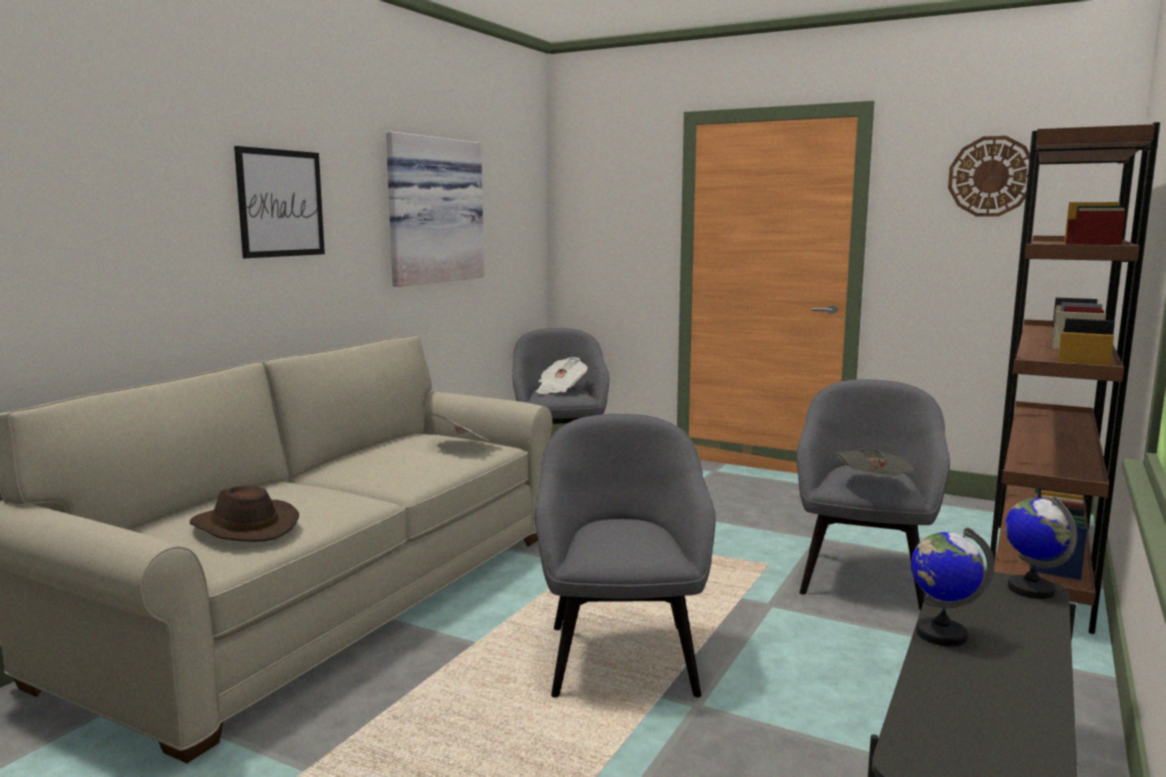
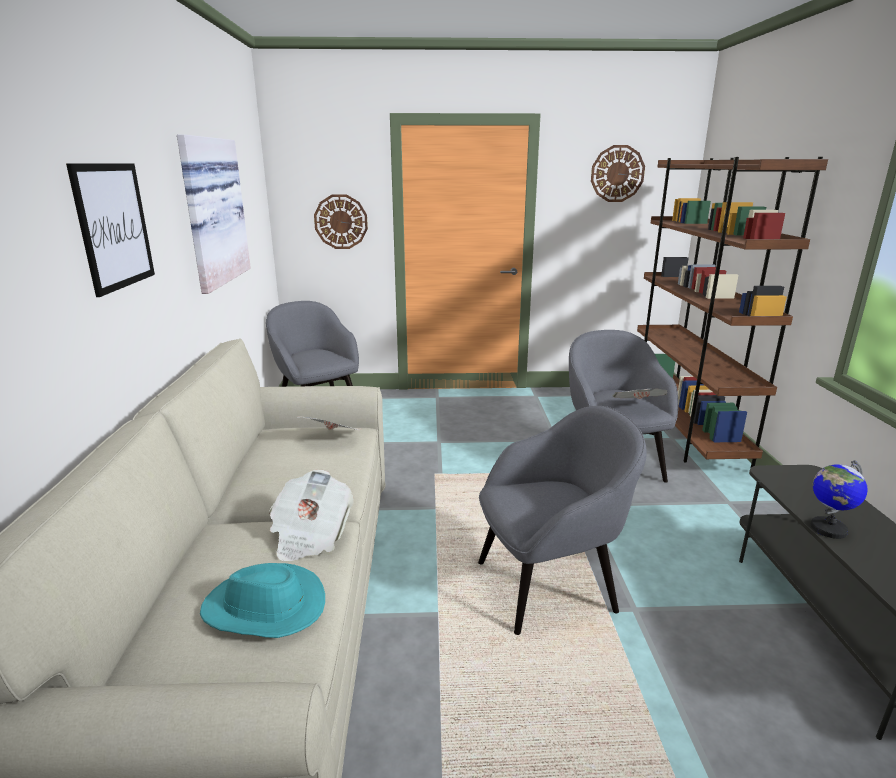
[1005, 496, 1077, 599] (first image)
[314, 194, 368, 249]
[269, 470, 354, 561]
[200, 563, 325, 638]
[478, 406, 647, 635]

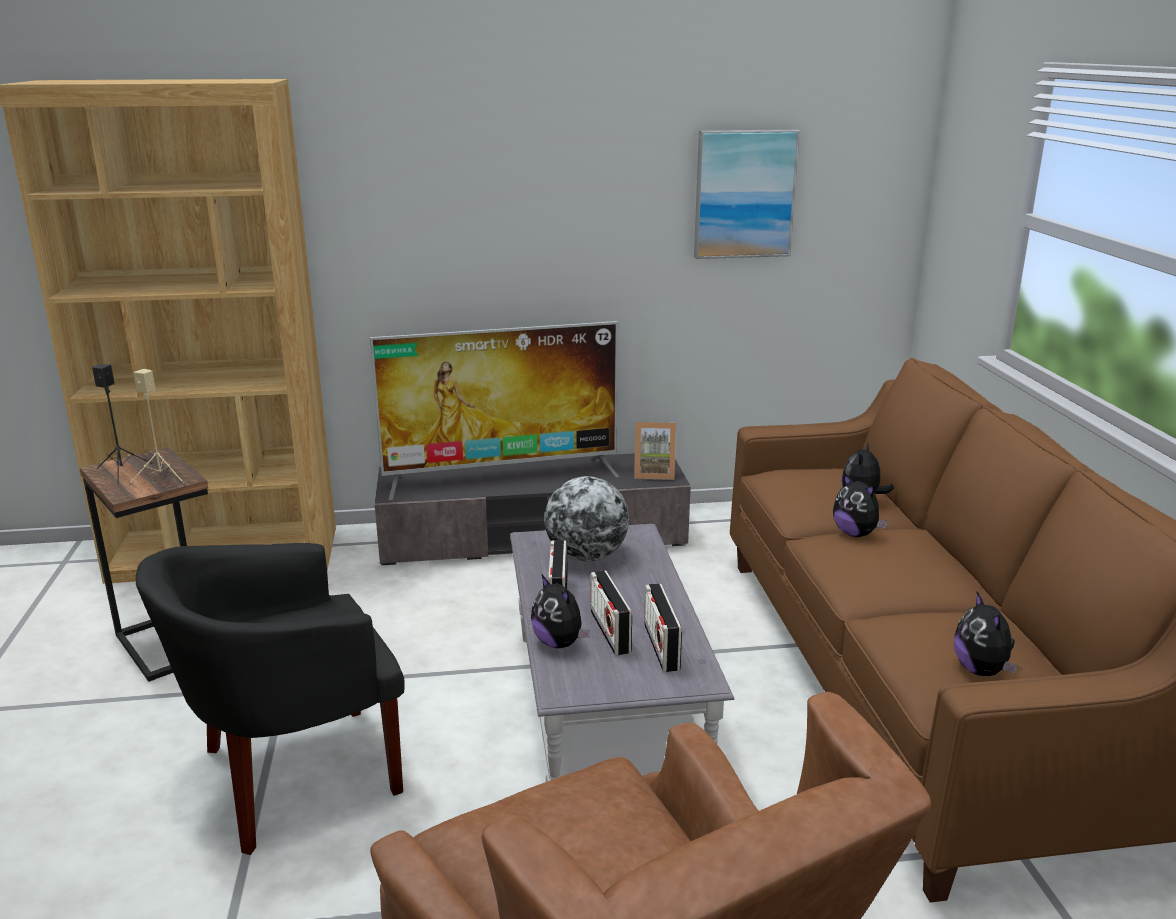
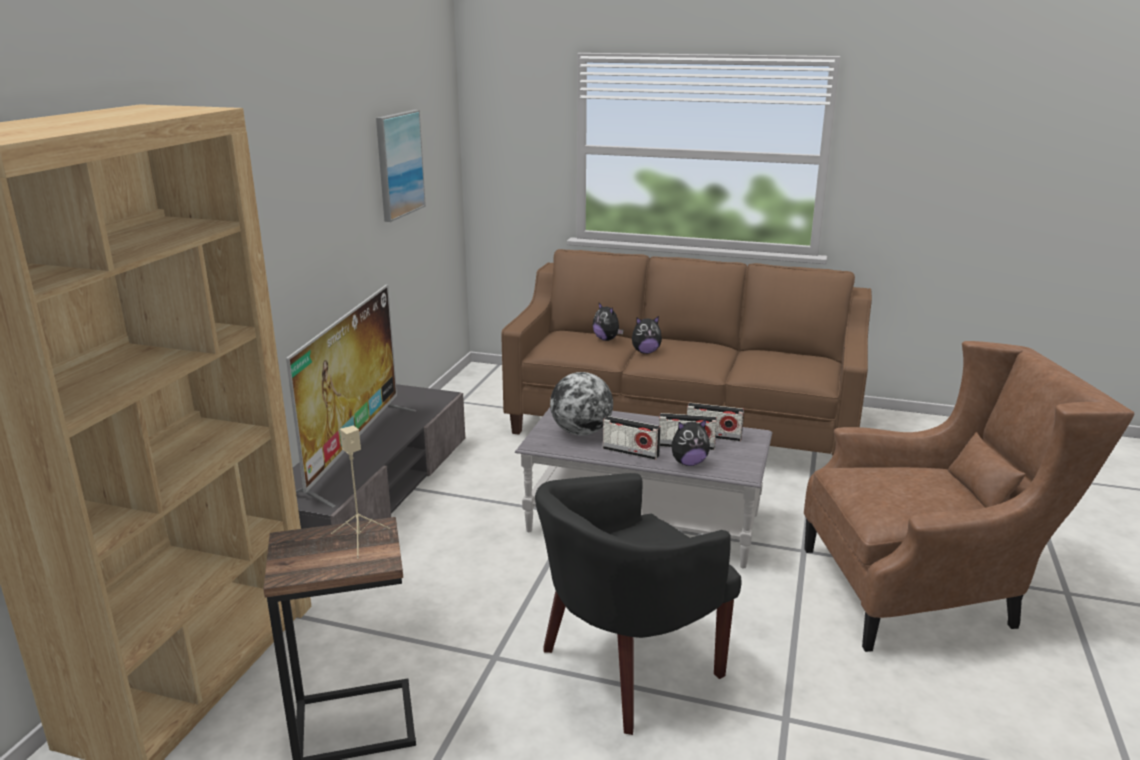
[92, 364, 153, 484] (first image)
[634, 422, 676, 480] (first image)
[954, 592, 1018, 676] (first image)
[535, 473, 741, 735]

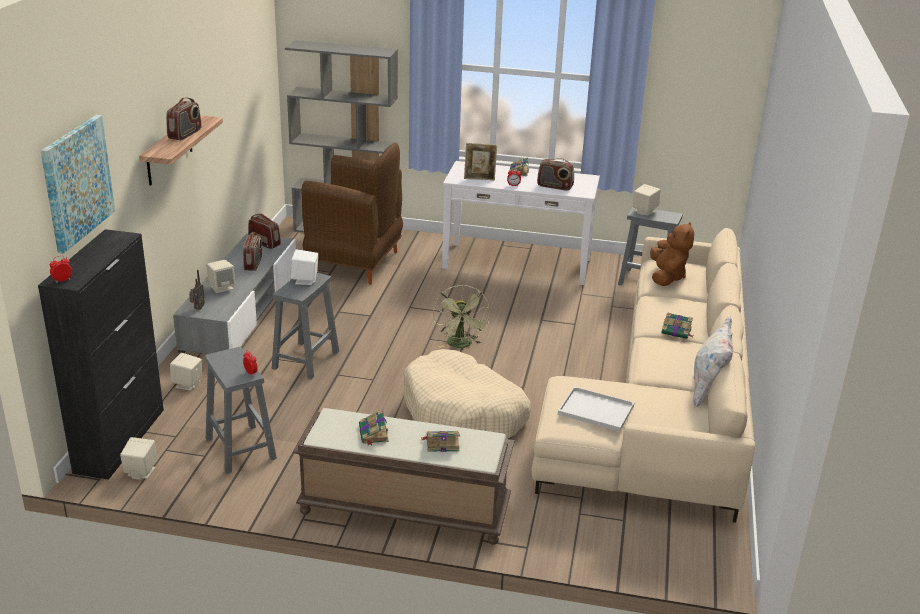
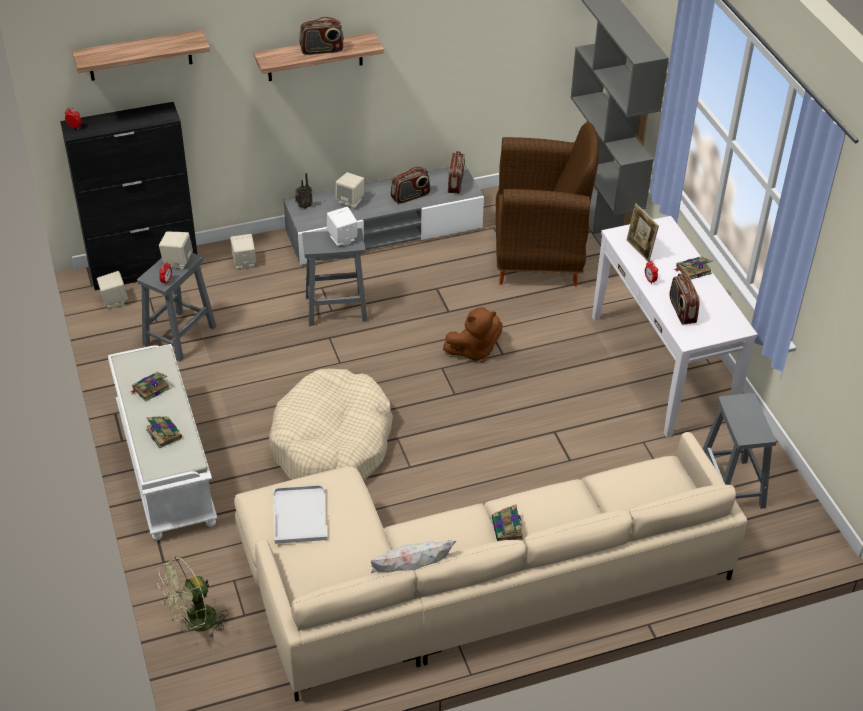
[157, 556, 228, 637]
[159, 231, 193, 269]
[443, 307, 503, 363]
[72, 30, 210, 81]
[108, 344, 217, 540]
[496, 122, 599, 286]

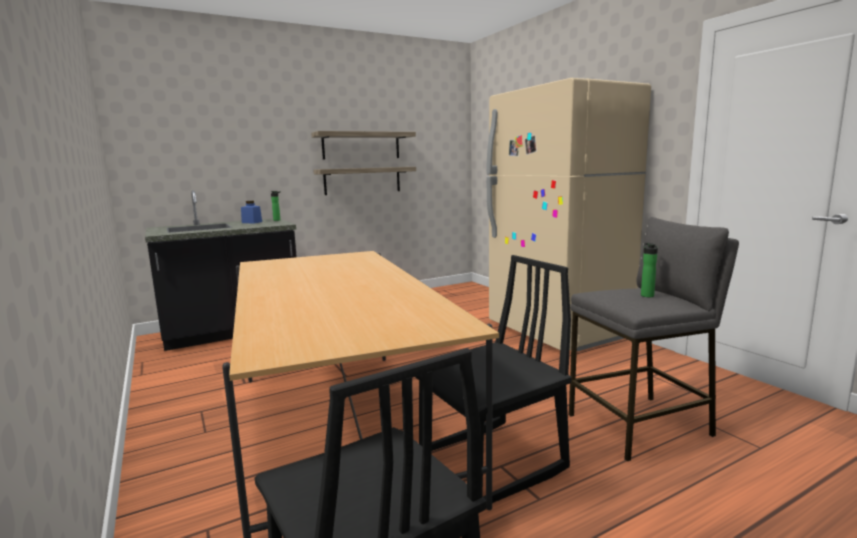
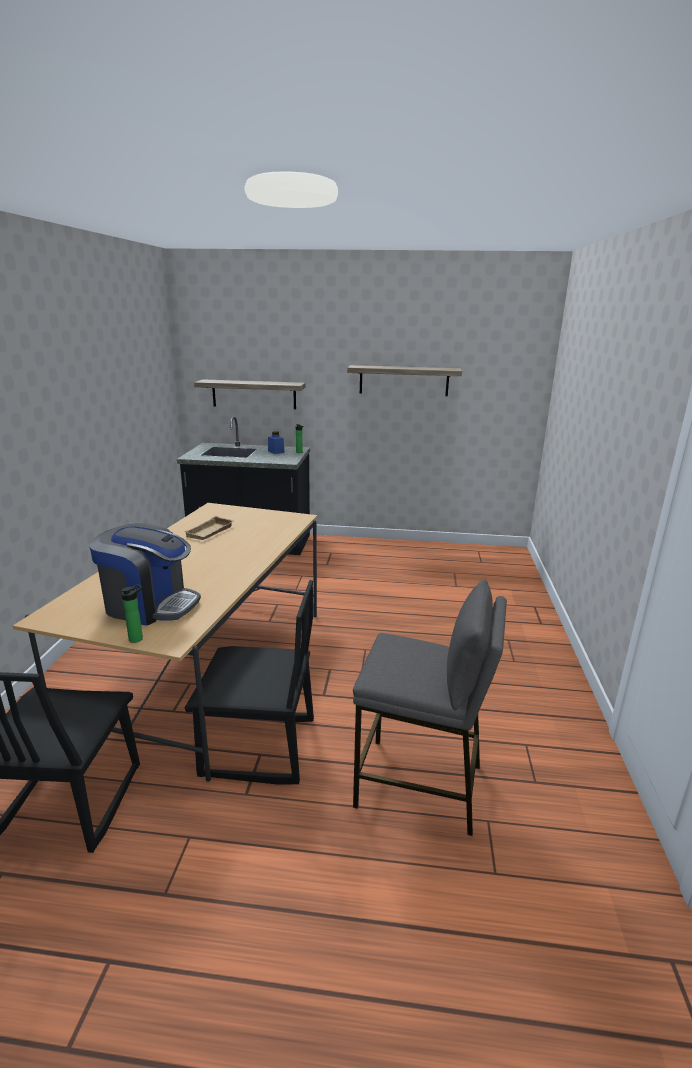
[486, 78, 651, 351] (first image)
[90, 523, 201, 626]
[184, 516, 234, 540]
[194, 379, 306, 409]
[121, 584, 143, 643]

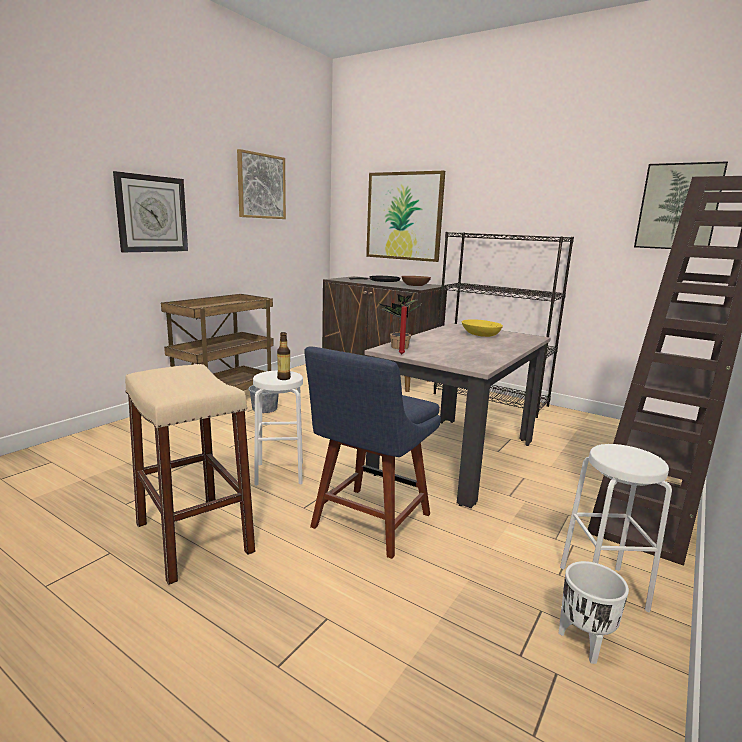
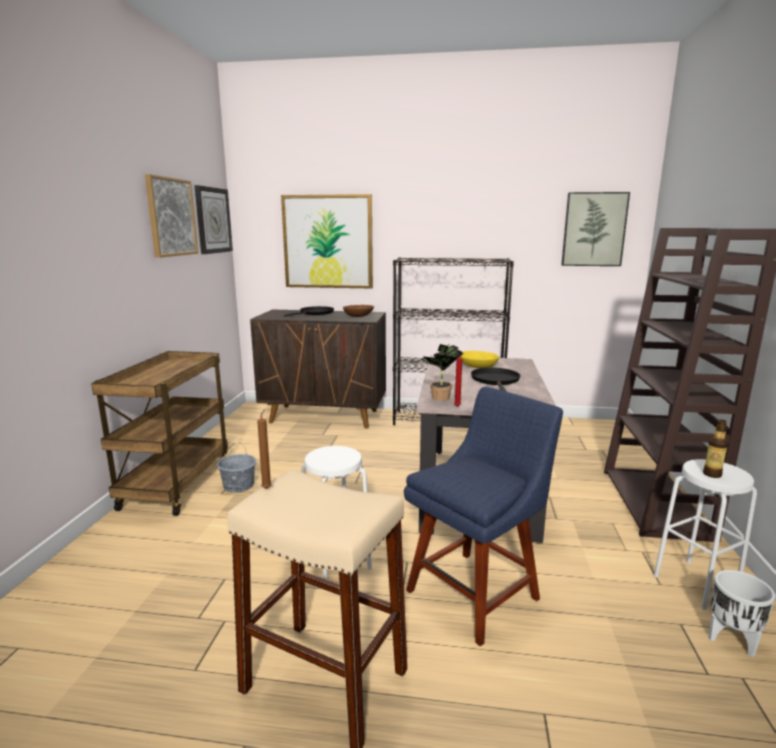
[257, 409, 272, 489]
[471, 367, 521, 392]
[194, 185, 233, 254]
[703, 420, 728, 478]
[404, 387, 563, 647]

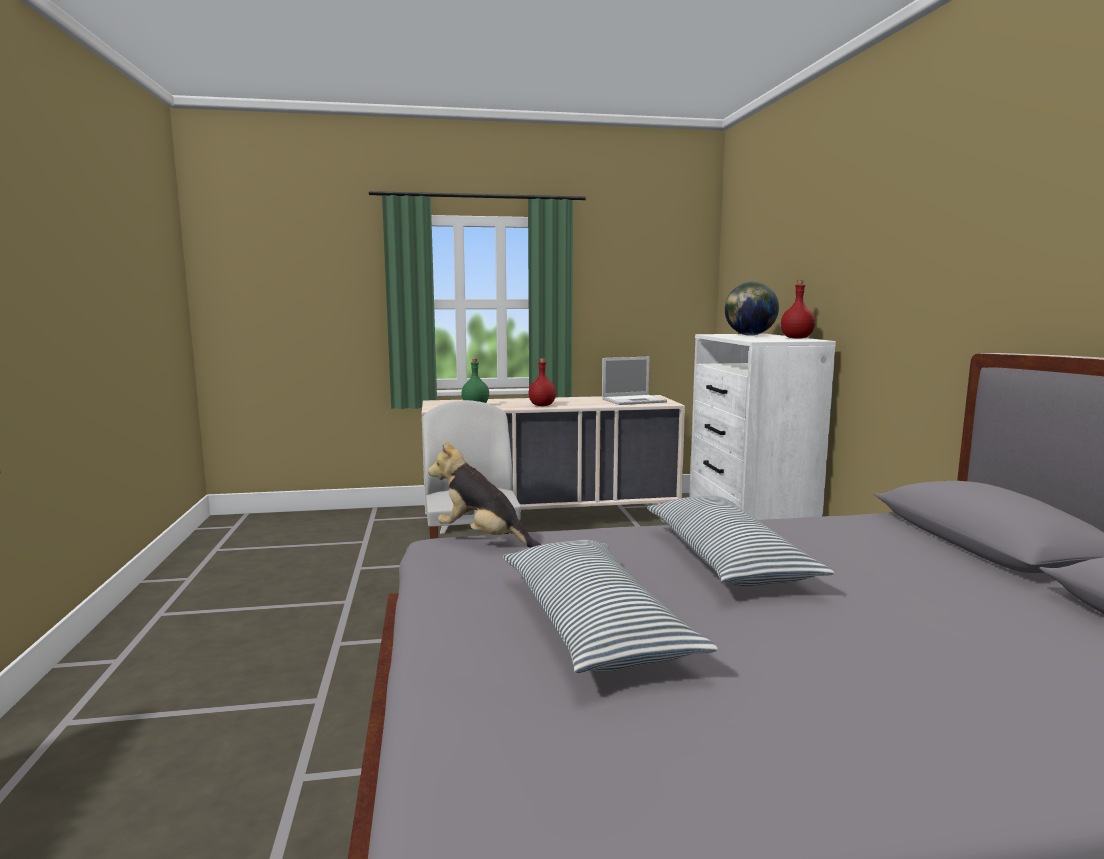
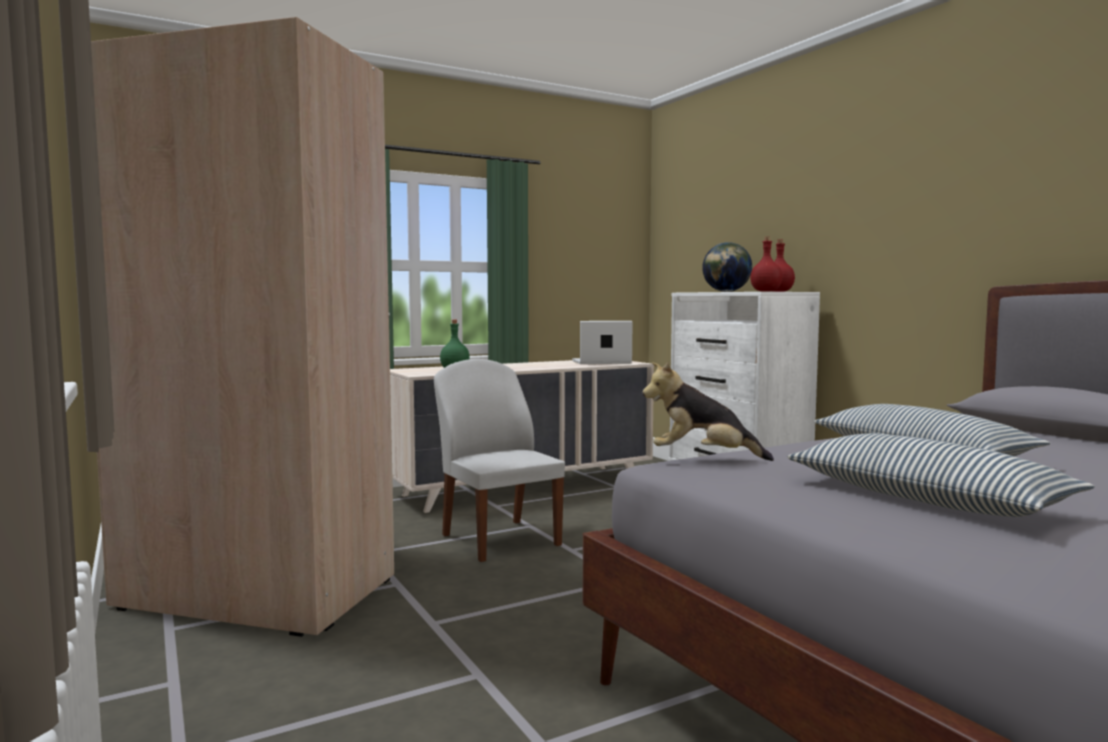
[91, 17, 394, 637]
[750, 237, 783, 292]
[572, 321, 632, 364]

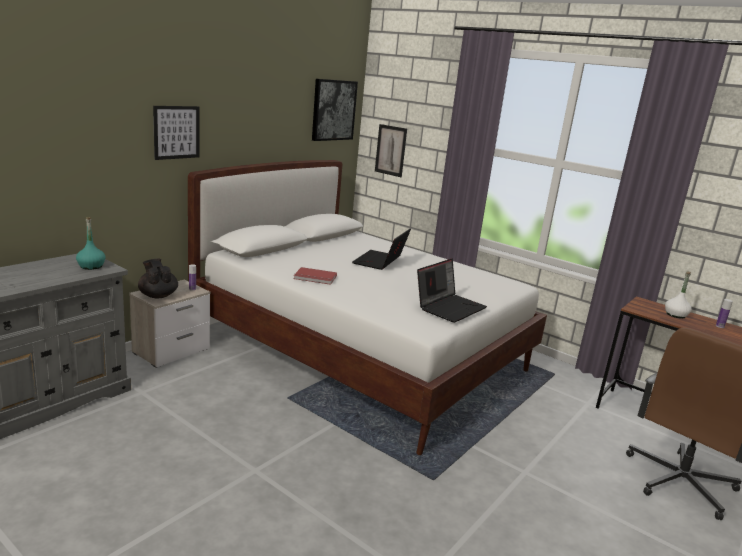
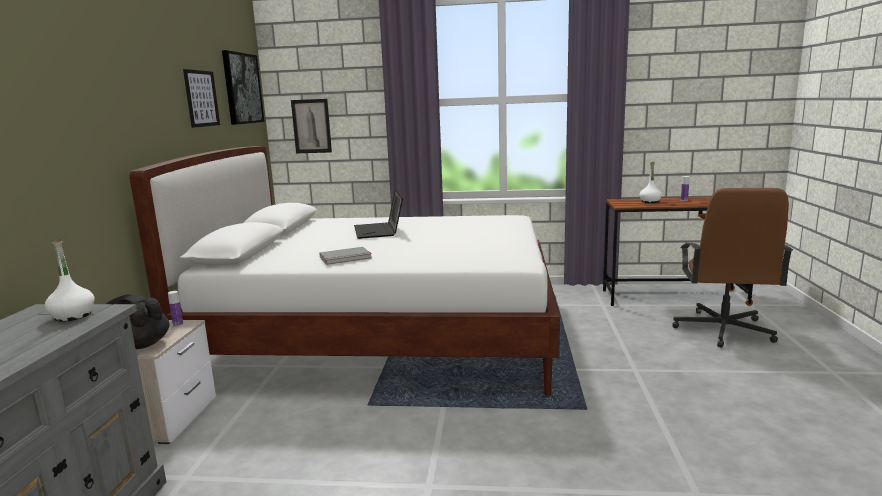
[417, 259, 487, 323] (first image)
[183, 69, 220, 128]
[45, 239, 95, 322]
[320, 247, 372, 265]

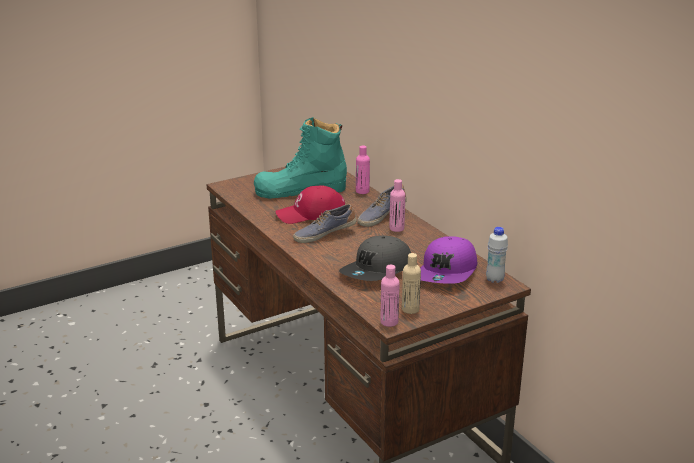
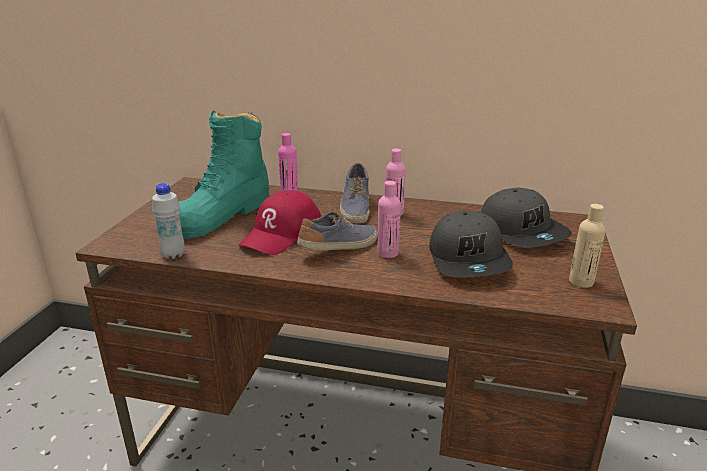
[377, 181, 401, 258]
[152, 183, 185, 259]
[481, 188, 572, 248]
[297, 212, 378, 250]

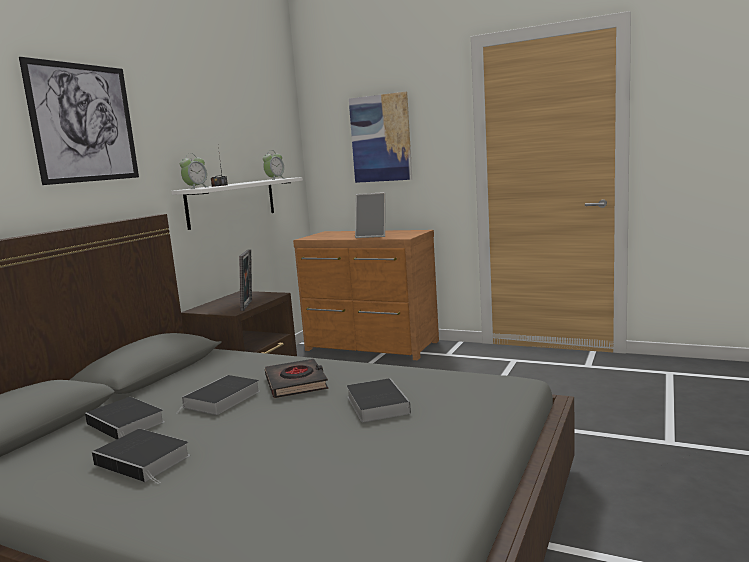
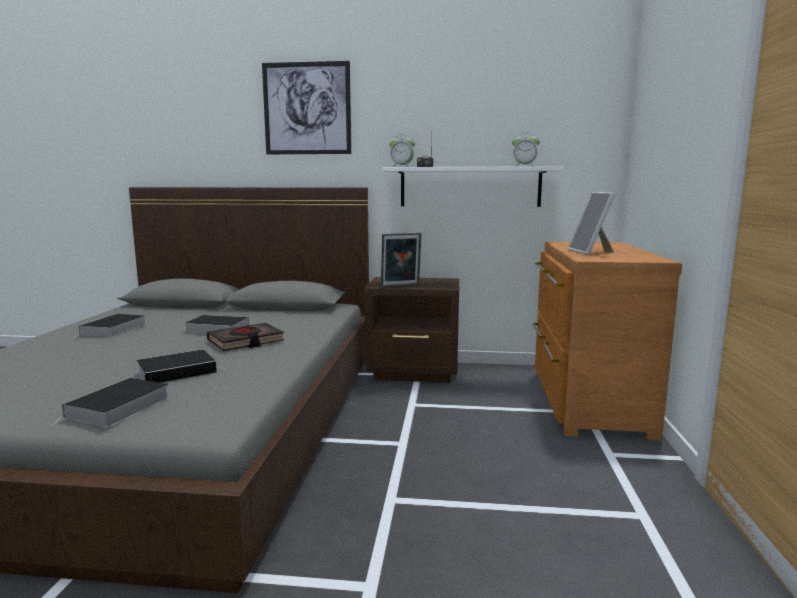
[349, 92, 412, 183] (first image)
[52, 378, 170, 428]

